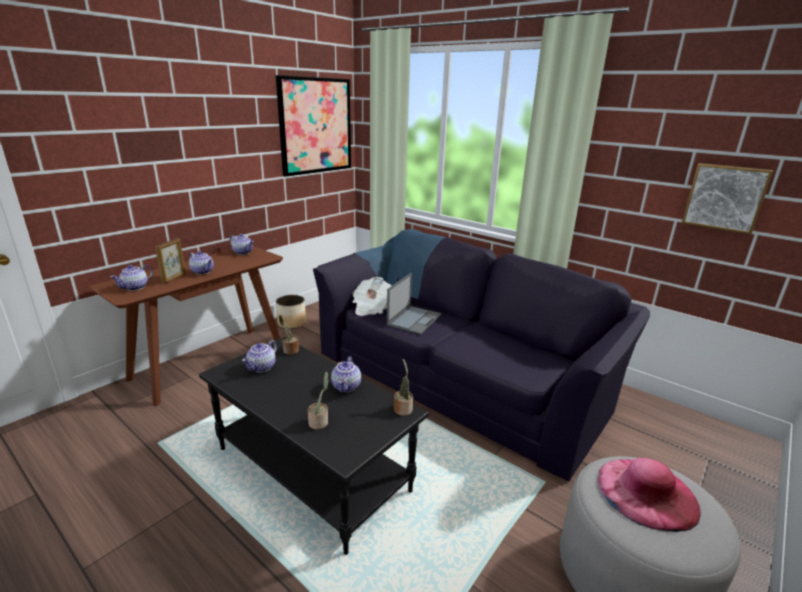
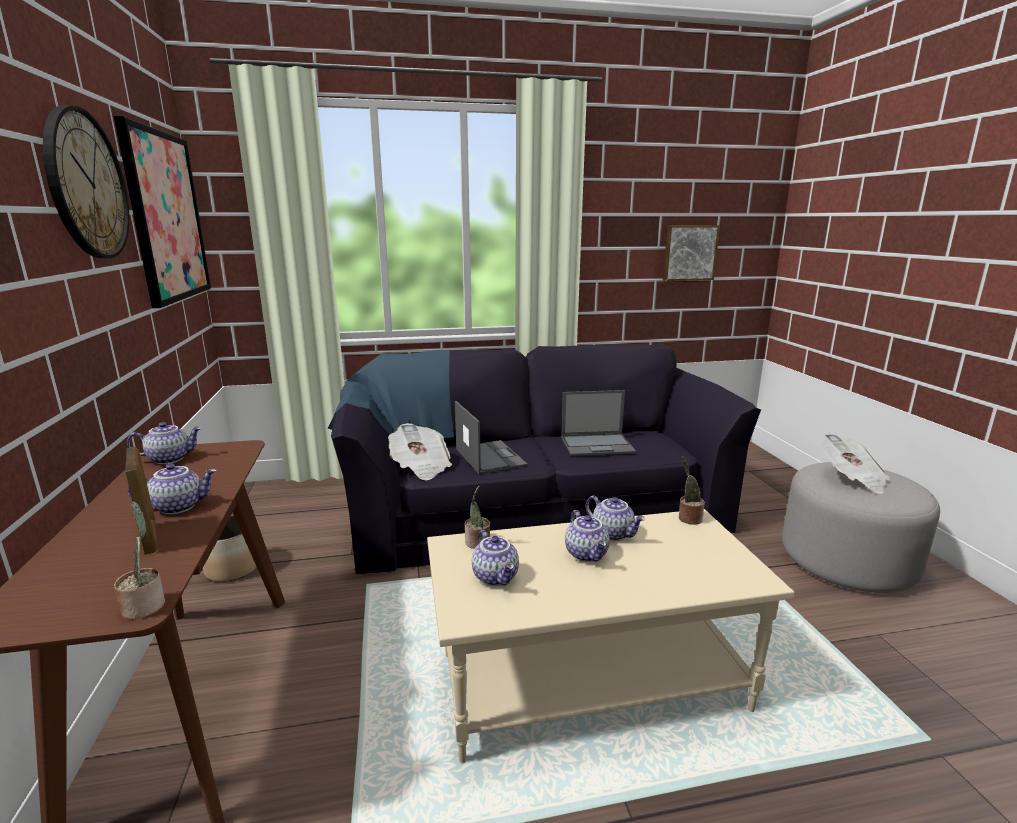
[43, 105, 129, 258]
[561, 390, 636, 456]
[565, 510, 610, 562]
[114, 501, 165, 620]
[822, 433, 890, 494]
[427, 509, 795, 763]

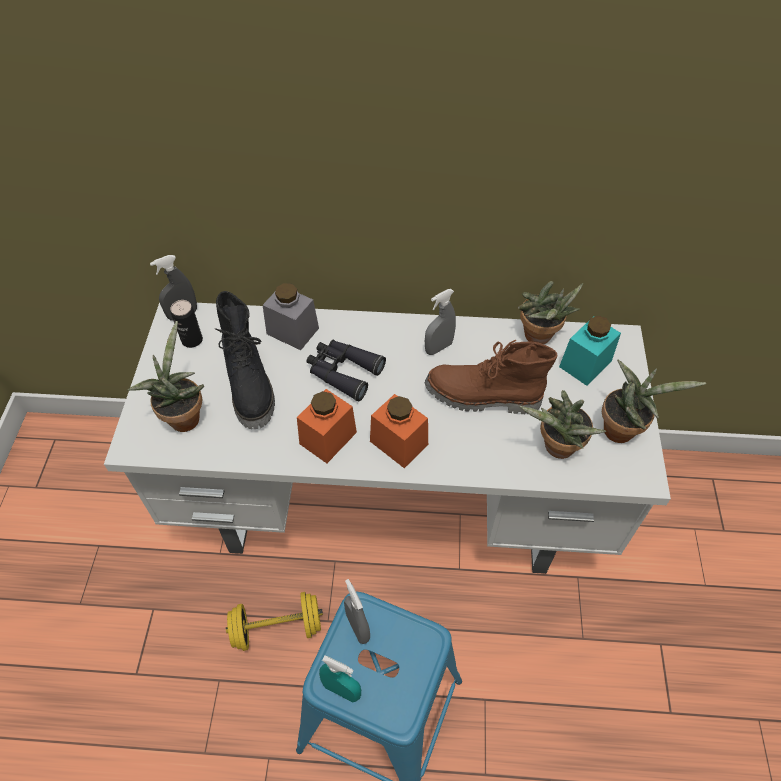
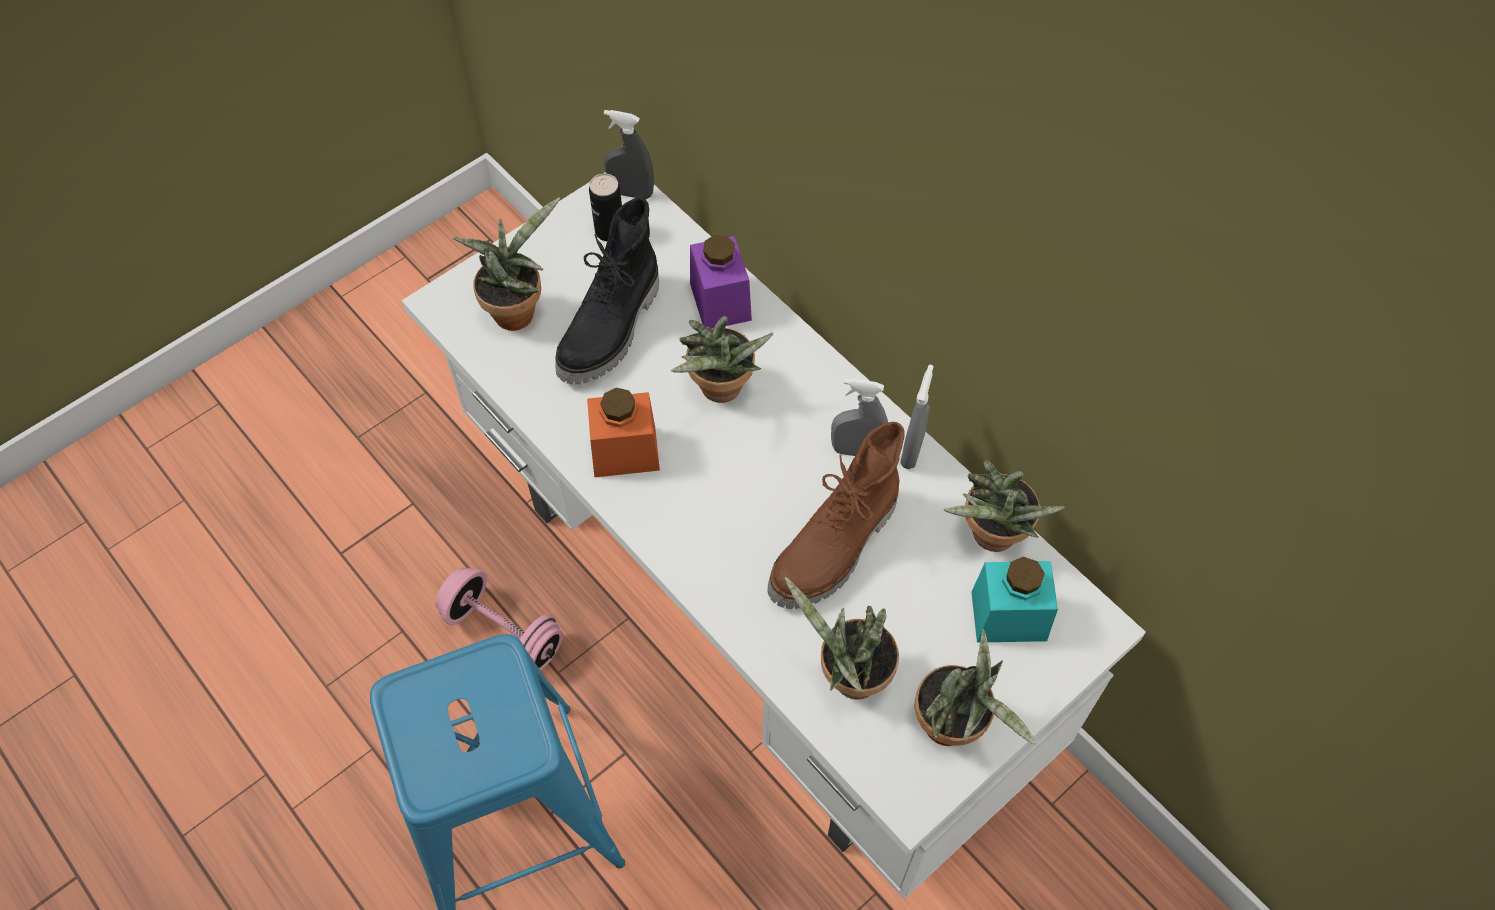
[319, 655, 361, 702] (first image)
[370, 394, 428, 468] (first image)
[900, 365, 934, 469]
[671, 316, 774, 403]
[435, 568, 563, 671]
[690, 235, 752, 328]
[767, 422, 904, 609]

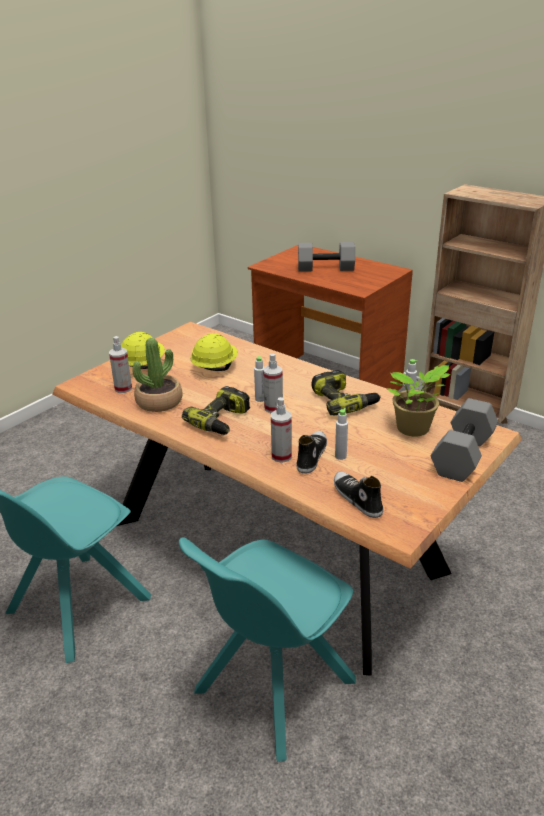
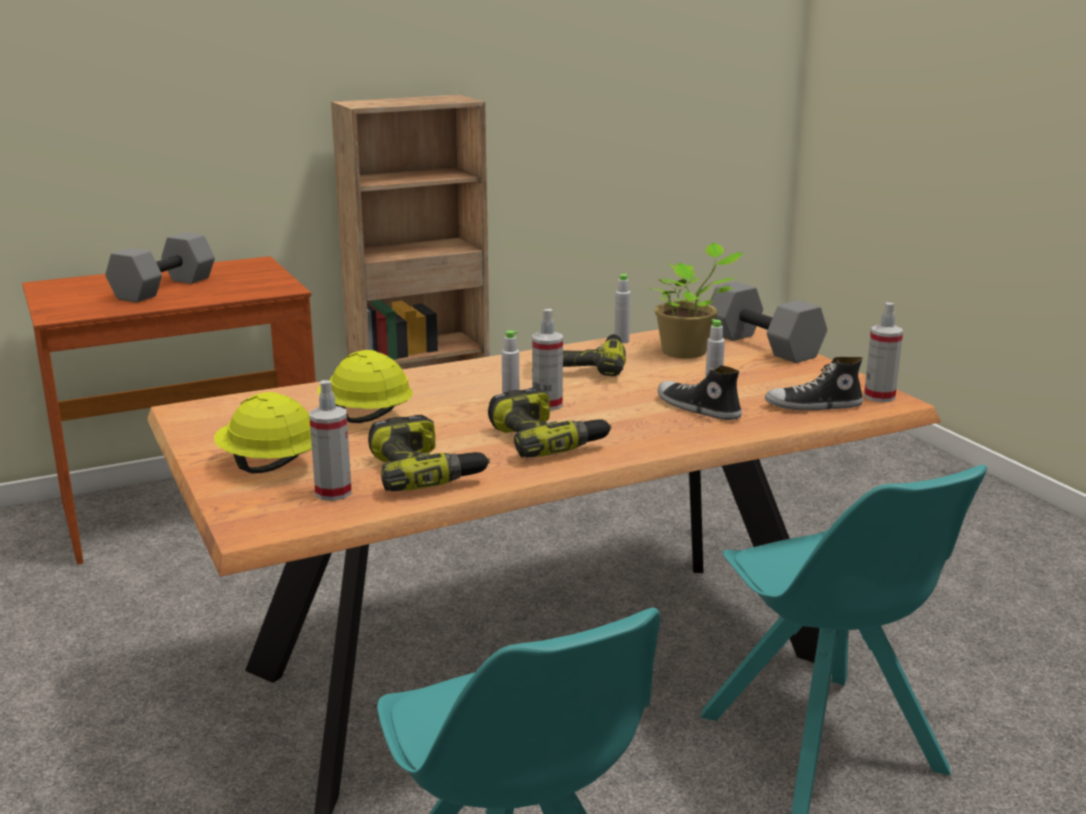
[864, 302, 903, 402]
[368, 415, 490, 491]

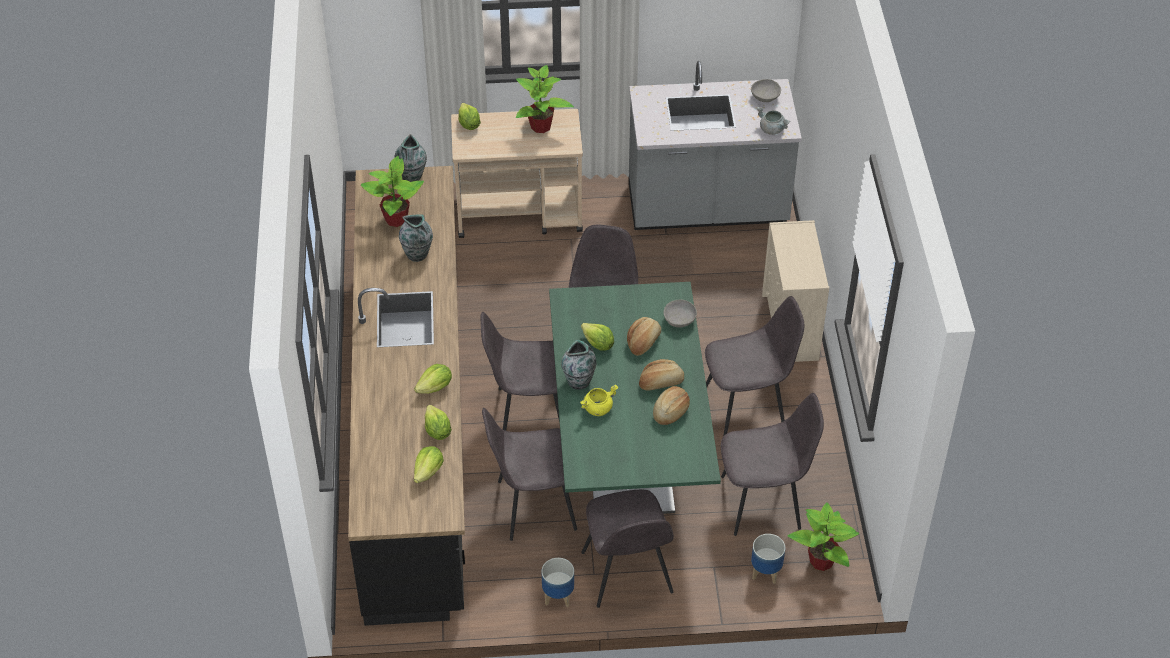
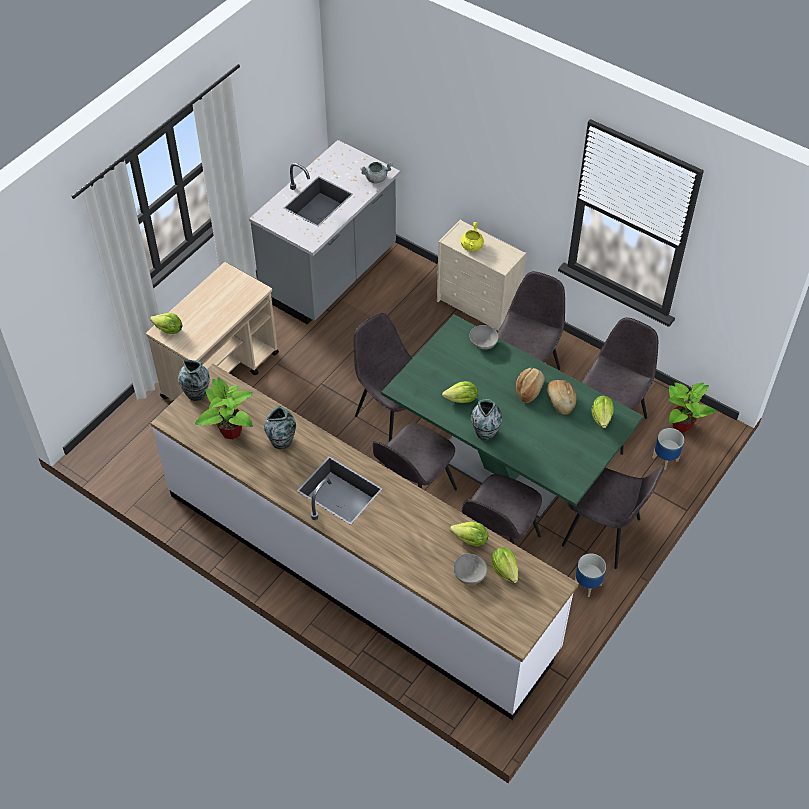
[516, 65, 574, 133] (first image)
[627, 317, 661, 356] (first image)
[592, 396, 614, 428]
[461, 222, 484, 251]
[453, 554, 487, 584]
[151, 364, 579, 720]

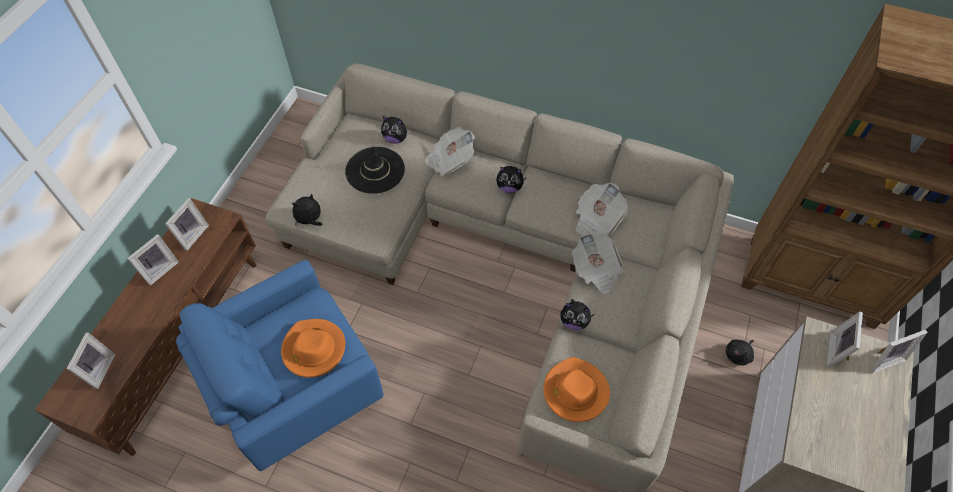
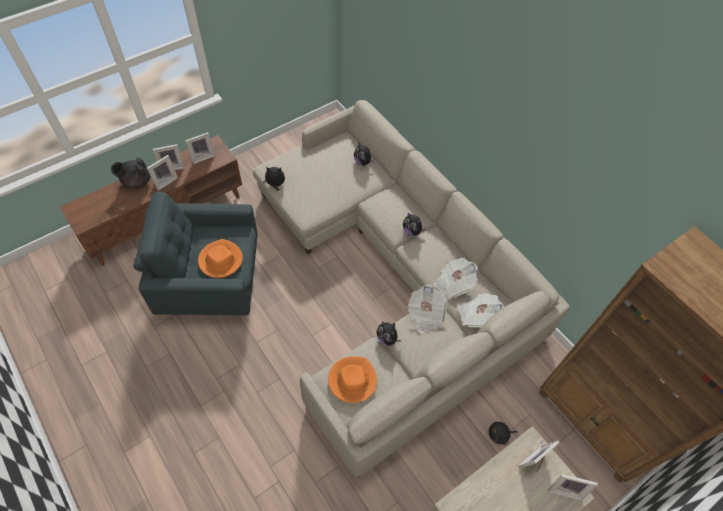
[345, 146, 405, 194] (first image)
[111, 158, 150, 189]
[147, 155, 178, 191]
[457, 293, 504, 327]
[133, 192, 258, 315]

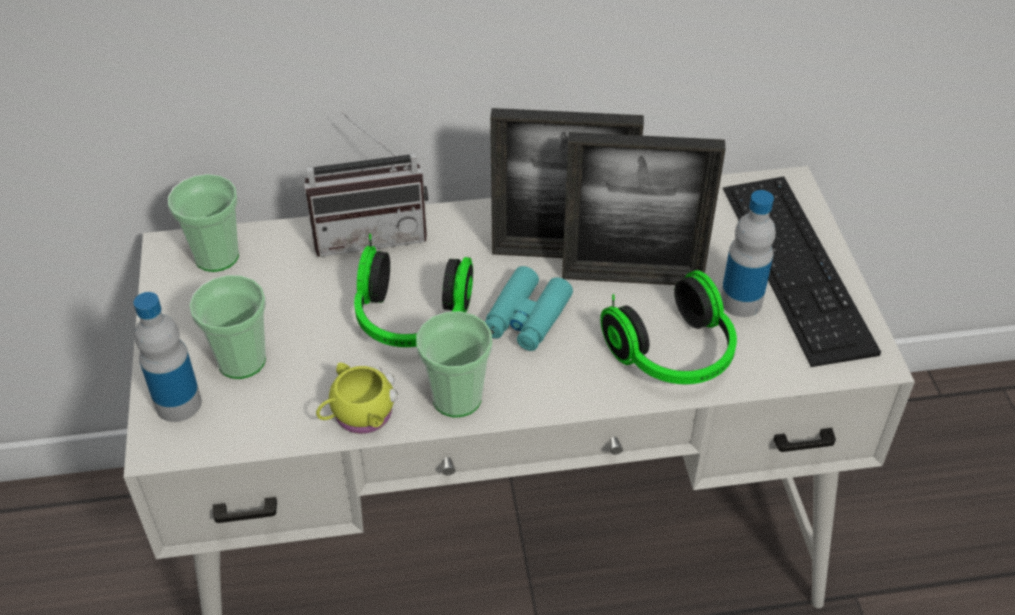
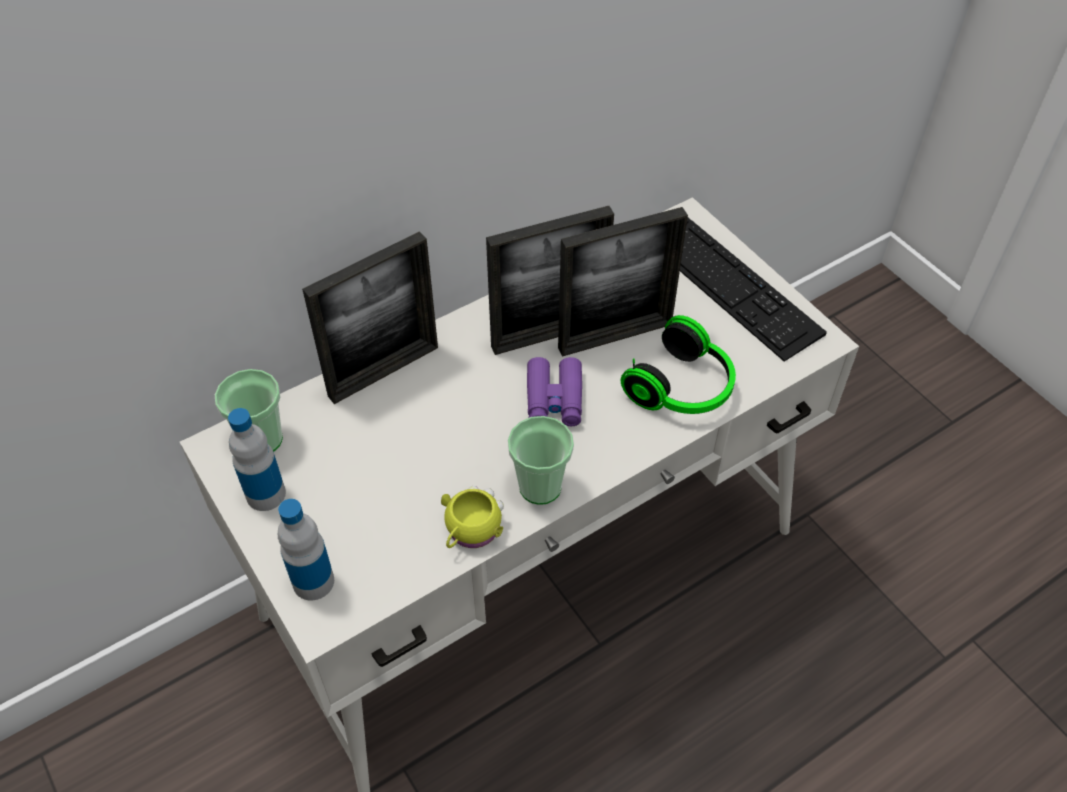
[189, 275, 266, 379] (first image)
[354, 234, 473, 347] (first image)
[228, 408, 286, 511]
[302, 231, 438, 404]
[527, 357, 582, 426]

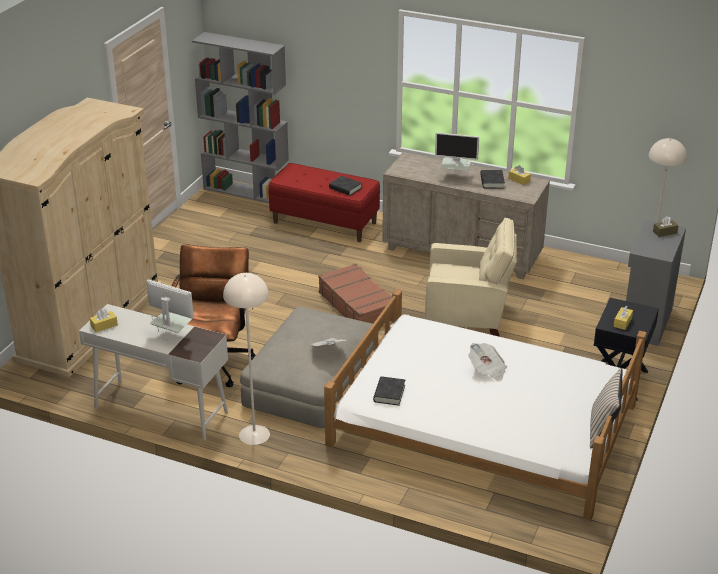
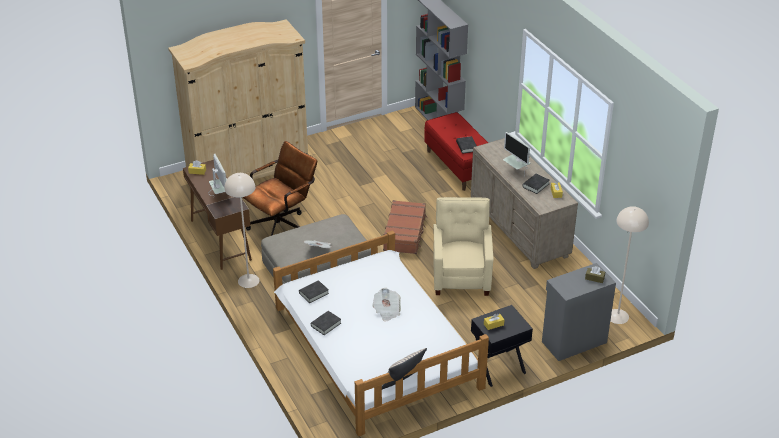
[311, 311, 341, 335]
[183, 160, 252, 270]
[433, 197, 493, 296]

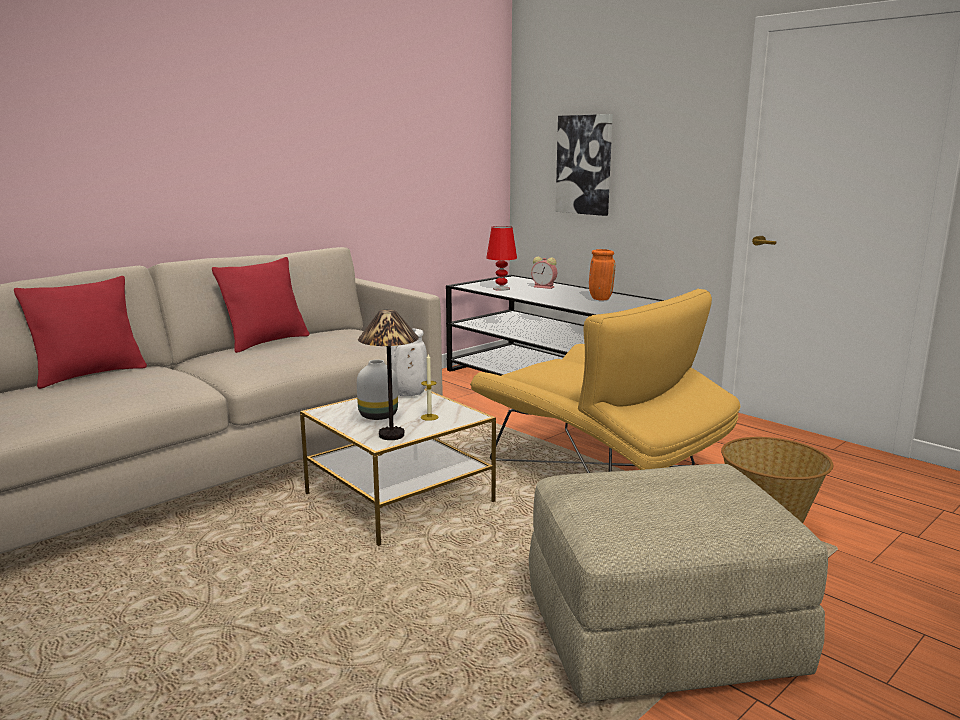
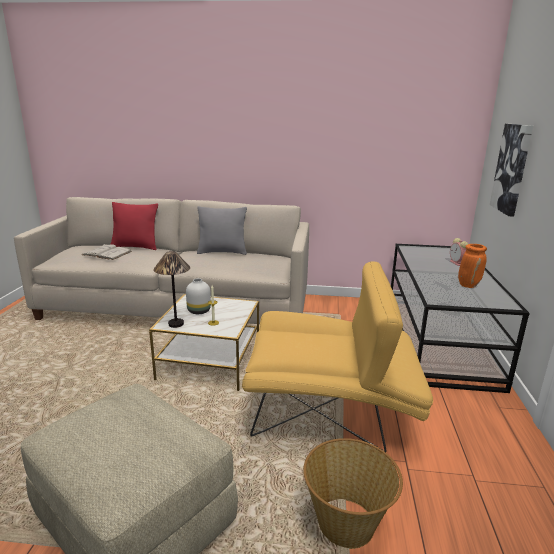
[391, 329, 427, 396] (first image)
[486, 226, 517, 291] (first image)
[82, 244, 132, 260]
[197, 206, 247, 255]
[242, 261, 433, 452]

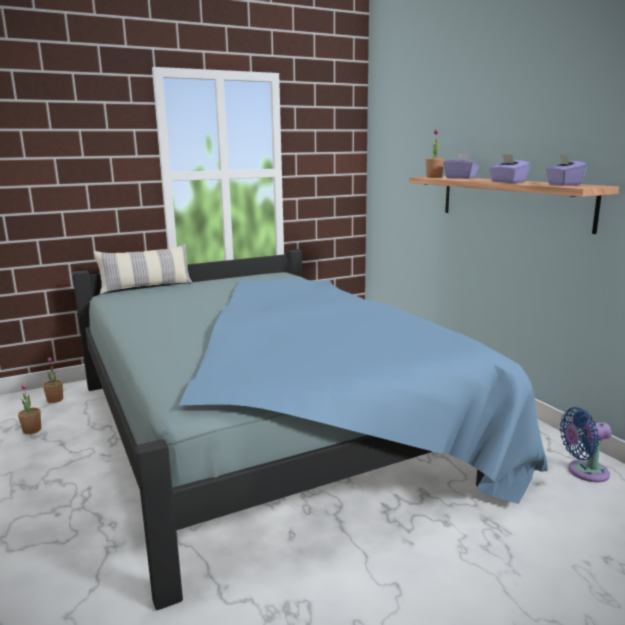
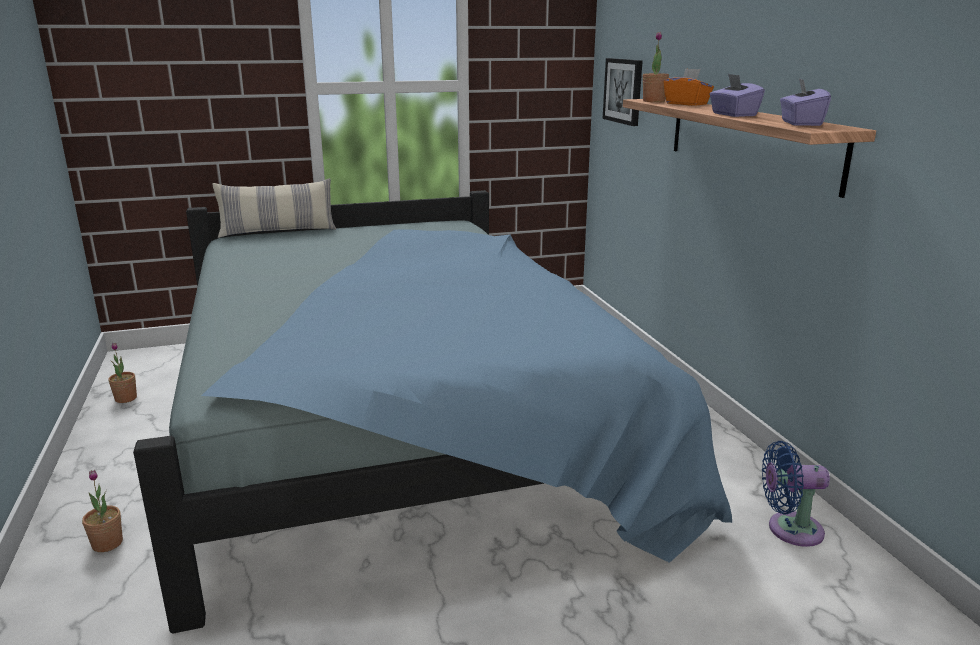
[603, 58, 643, 126]
[82, 470, 123, 552]
[663, 68, 714, 106]

